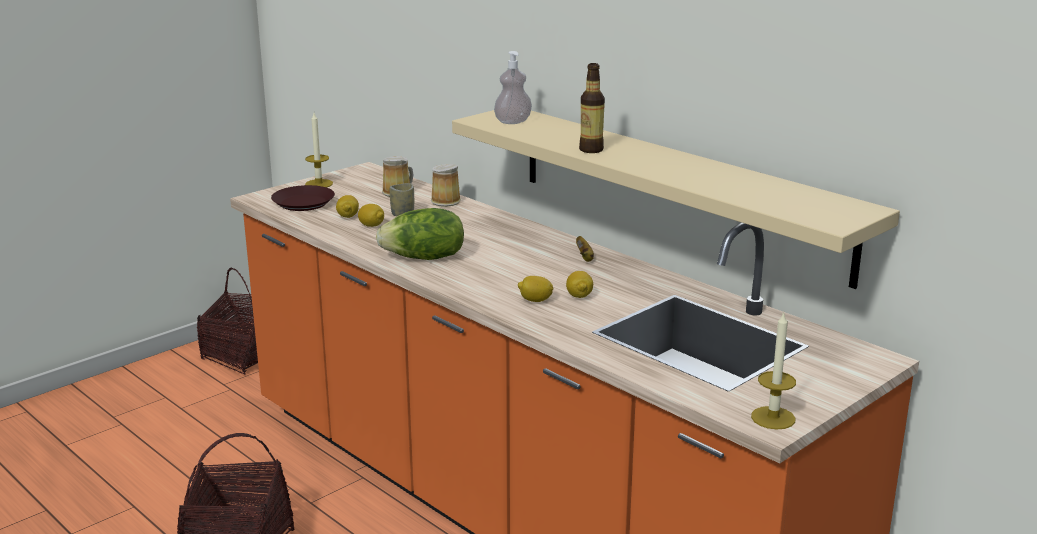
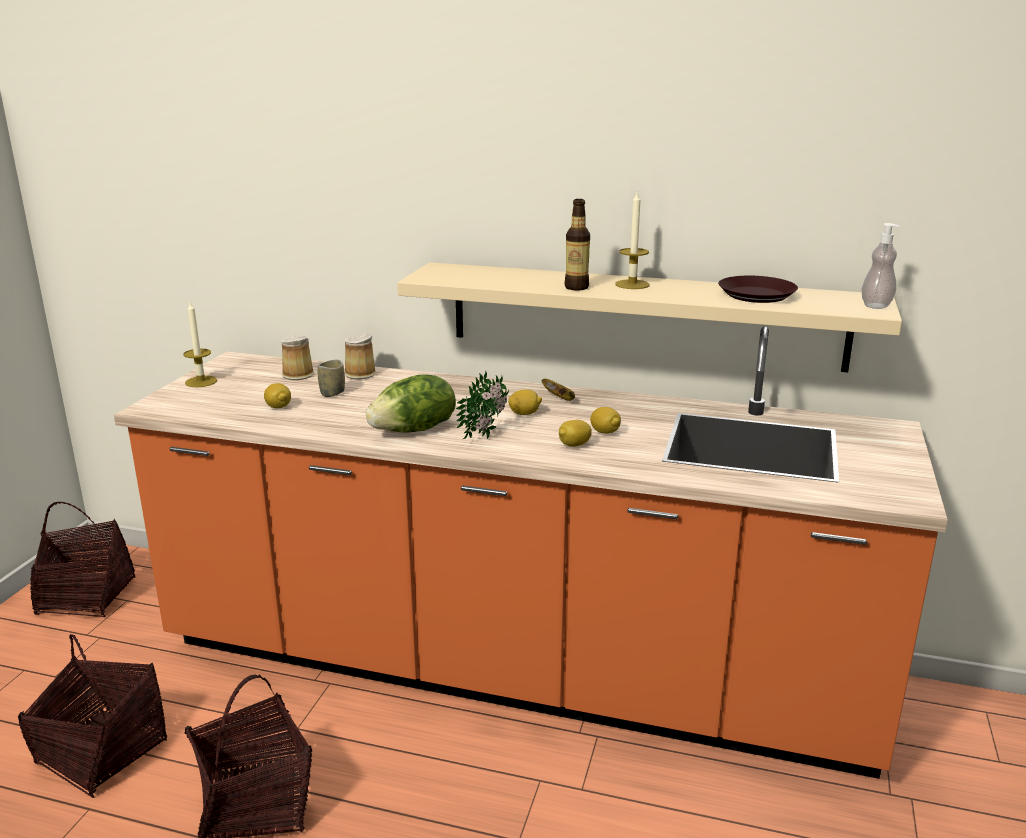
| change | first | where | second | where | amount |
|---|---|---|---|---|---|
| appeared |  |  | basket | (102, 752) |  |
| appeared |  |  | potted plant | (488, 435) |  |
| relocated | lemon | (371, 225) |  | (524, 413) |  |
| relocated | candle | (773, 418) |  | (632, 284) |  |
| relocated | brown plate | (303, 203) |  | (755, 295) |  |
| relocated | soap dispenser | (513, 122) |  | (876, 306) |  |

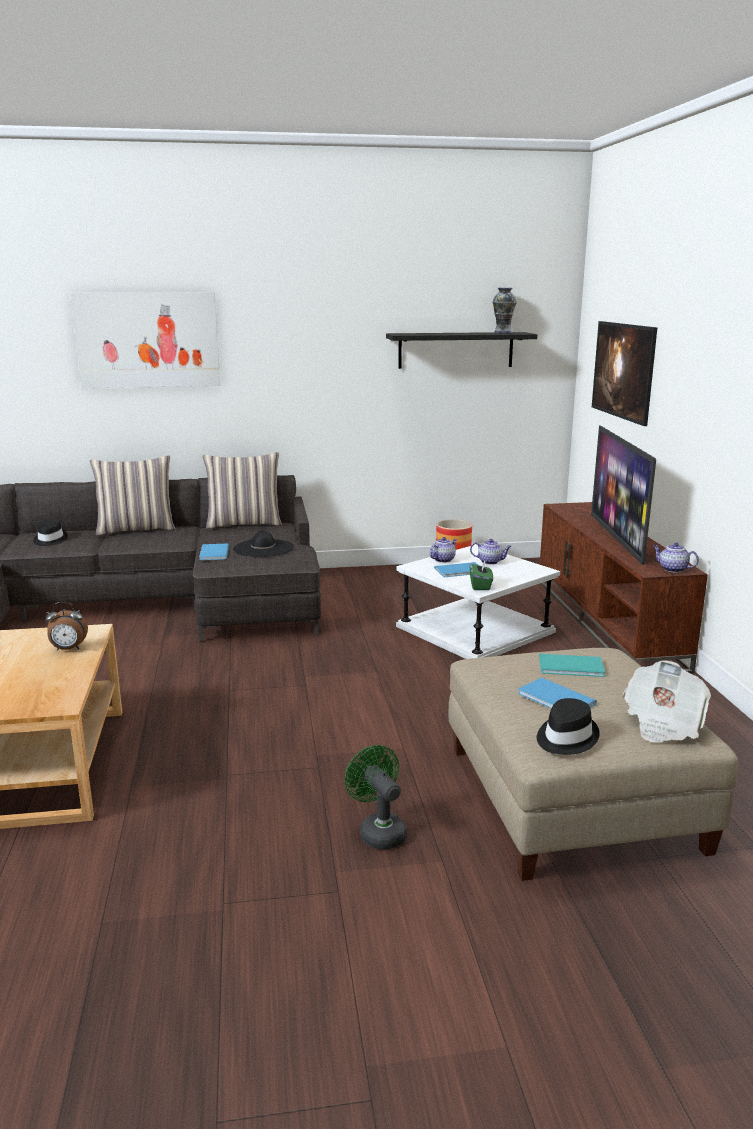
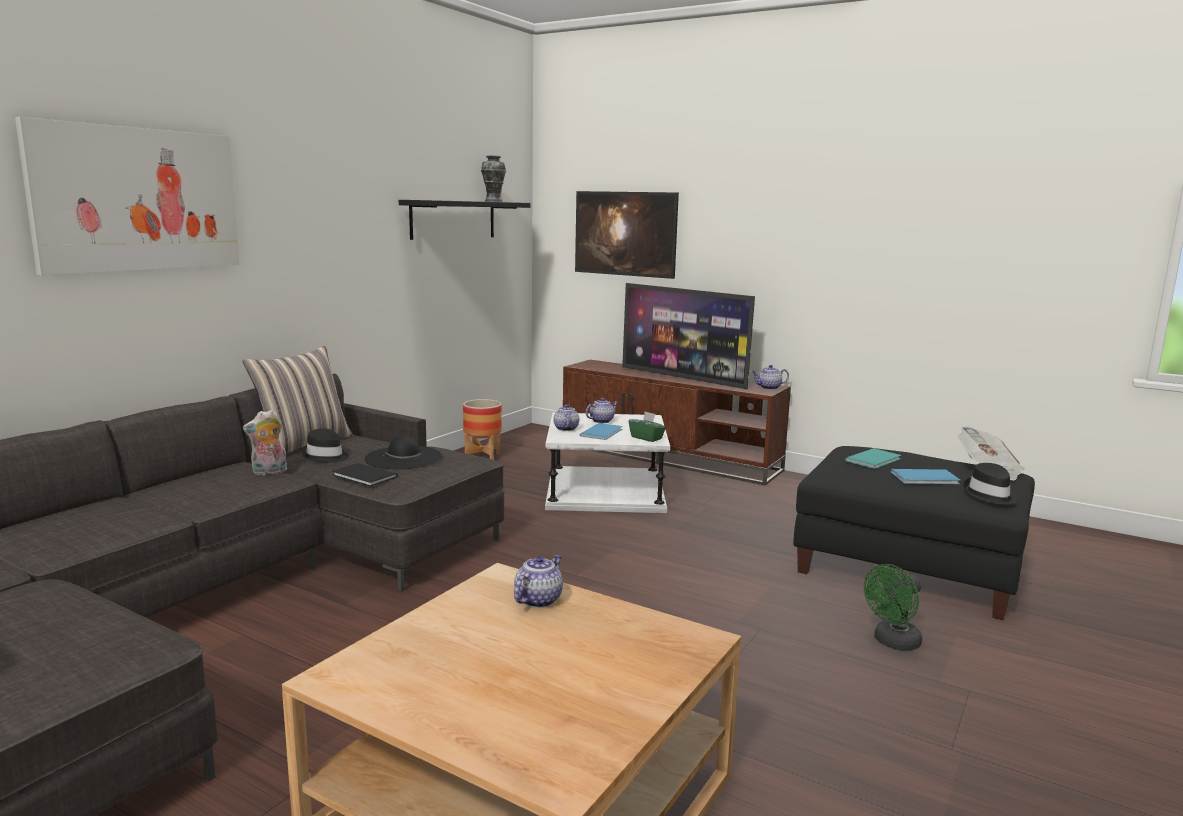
| change | first | where | second | where | amount |
|---|---|---|---|---|---|
| appeared |  |  | plush toy | (269, 473) |  |
| relocated | black hat | (49, 540) |  | (325, 456) |  |
| colour | blue book | (213, 553) | black book | (364, 476) |  |
| exchanged | alarm clock | (68, 649) | teapot | (538, 600) |  |
| colour | beige ottoman | (572, 797) | black ottoman | (909, 565) |  |
| spun | green fan | (378, 831) |  | (892, 642) | 45 degrees counterclockwise |
| missing | pillow | (136, 529) |  |  |  |

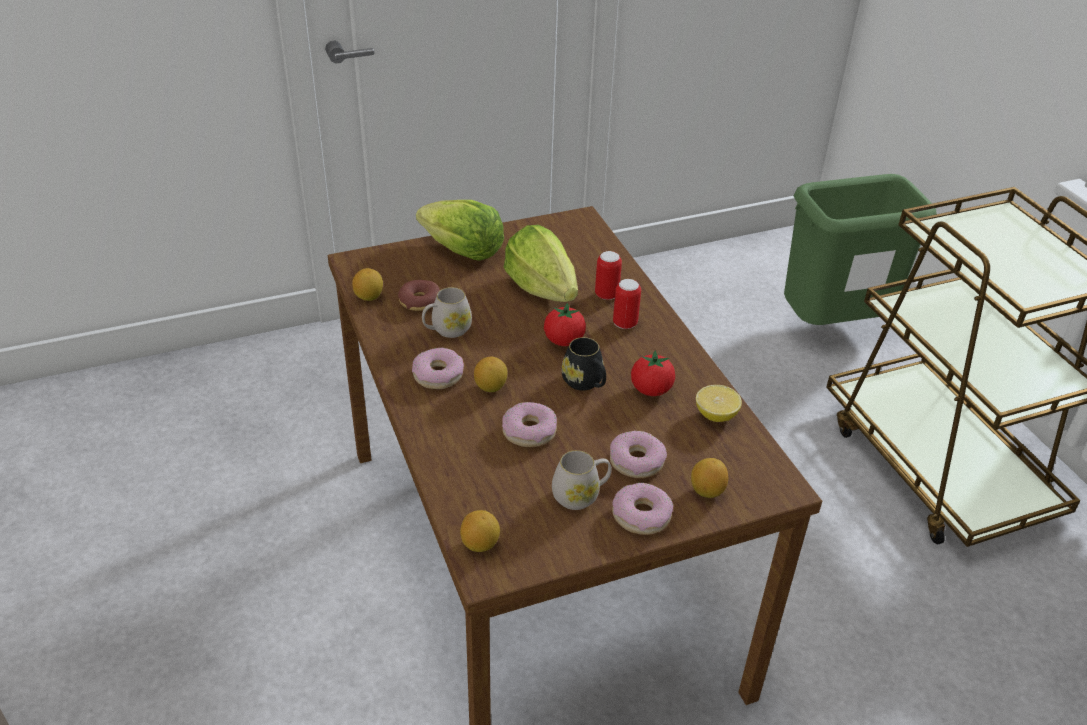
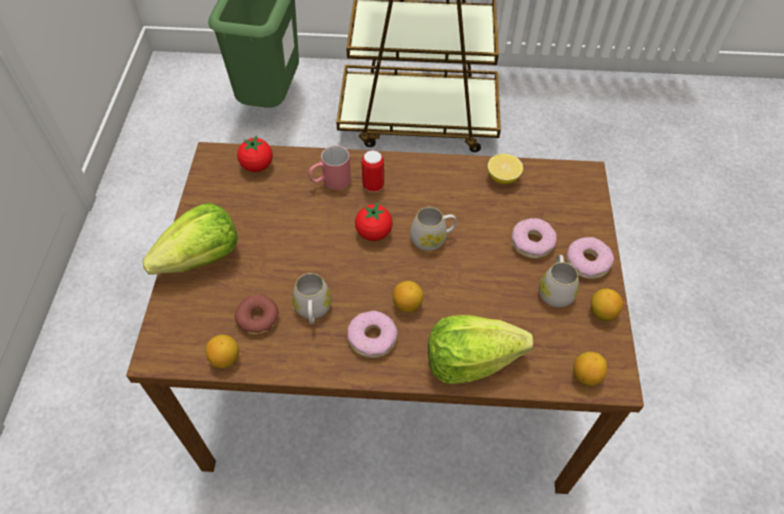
| change | first | where | second | where | amount |
|---|---|---|---|---|---|
| relocated | tomato | (651, 390) |  | (257, 165) |  |
| exchanged | can | (606, 295) | red mug | (330, 182) |  |
| colour | black mug | (585, 383) | white mug | (432, 239) |  |
| relocated | lettuce | (542, 289) |  | (470, 360) |  |
| relocated | lemon | (707, 490) |  | (602, 312) |  |
| missing | donut | (529, 431) |  |  |  |

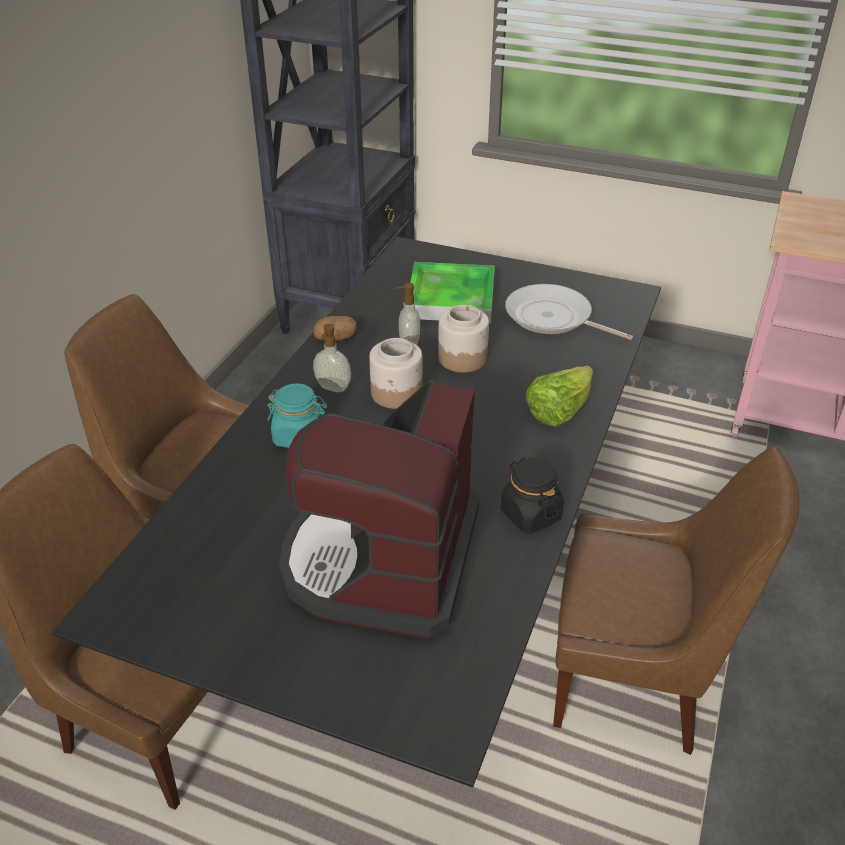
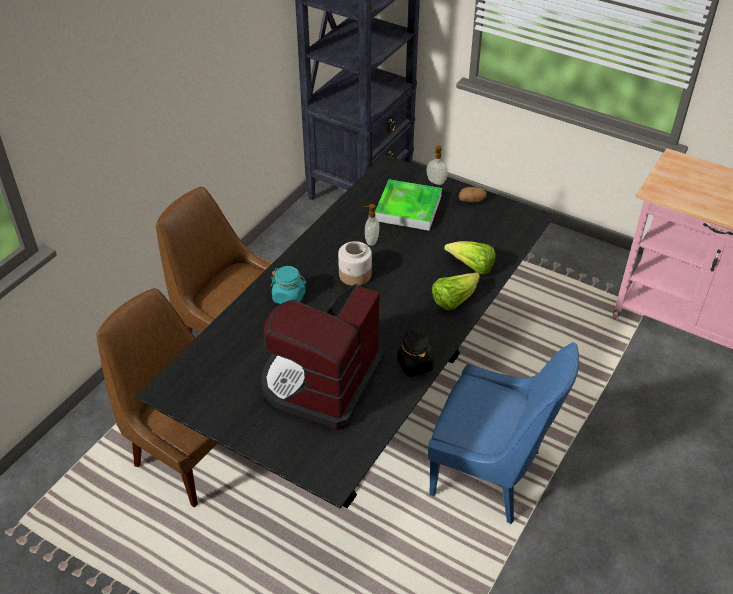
| change | first | where | second | where | amount |
|---|---|---|---|---|---|
| relocated | soap dispenser | (332, 388) |  | (436, 182) |  |
| colour | brown chair | (635, 679) | blue chair | (490, 474) |  |
| appeared |  |  | lettuce | (471, 267) |  |
| relocated | potato | (336, 338) |  | (472, 201) |  |
| missing | jar | (462, 358) |  |  |  |
| missing | frying pan | (552, 318) |  |  |  |

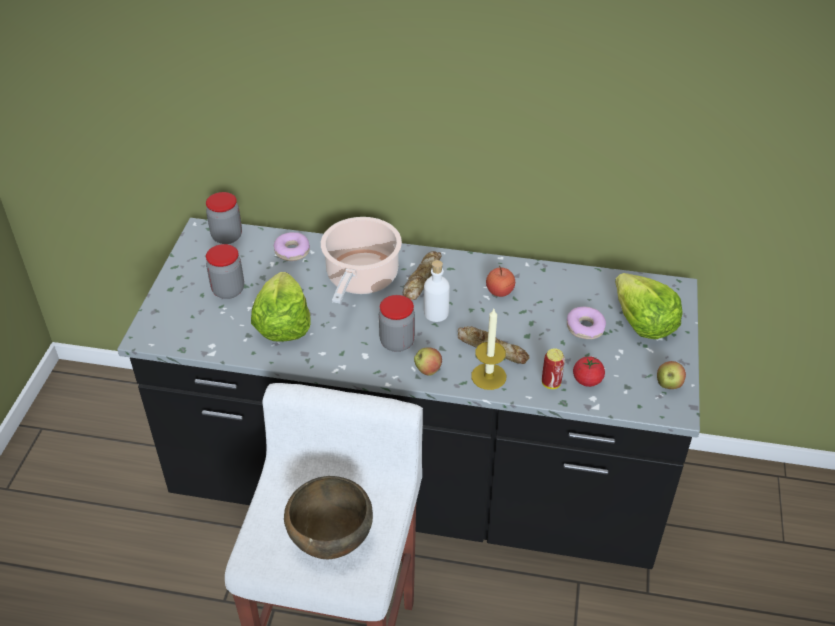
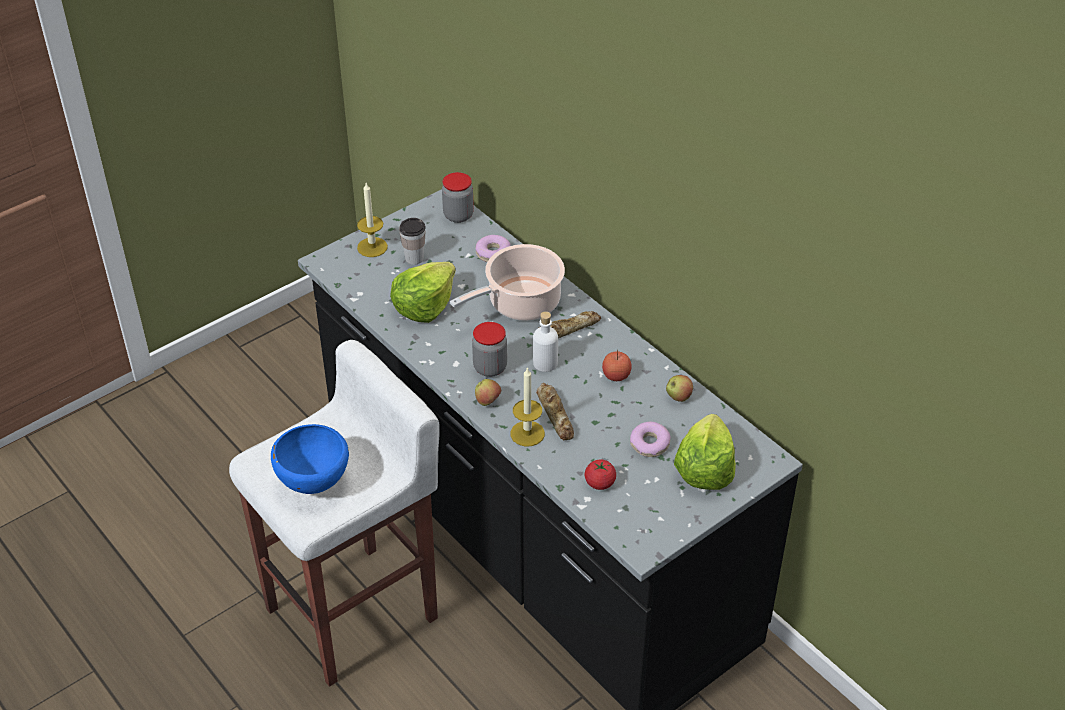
| change | first | where | second | where | amount |
|---|---|---|---|---|---|
| colour | brown bowl | (330, 542) | blue bowl | (313, 484) |  |
| appeared |  |  | candle | (372, 247) |  |
| exchanged | jar | (228, 290) | cup | (414, 258) |  |
| relocated | apple | (668, 385) |  | (678, 397) |  |
| missing | can | (551, 383) |  |  |  |

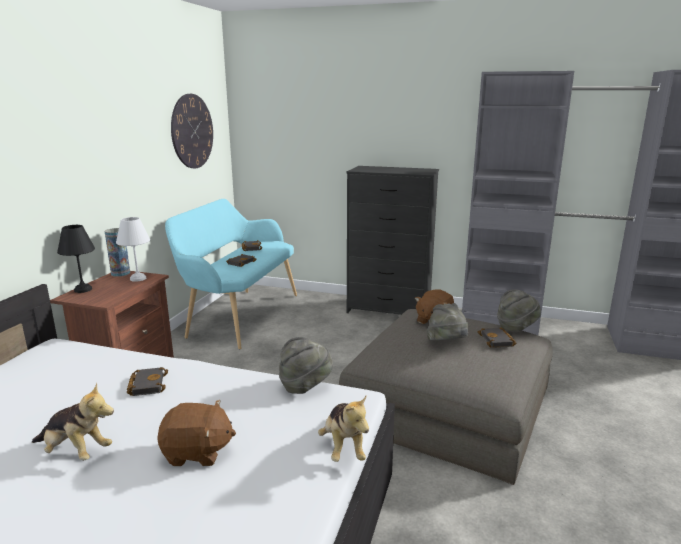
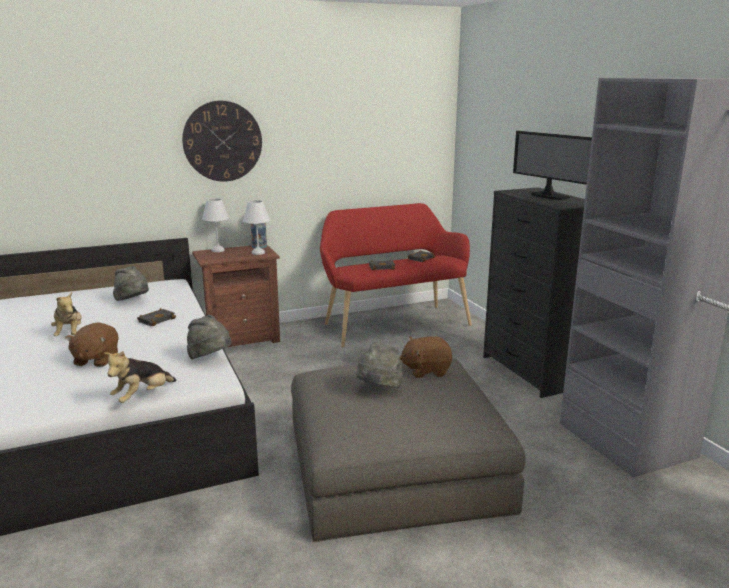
| change | first | where | second | where | amount |
|---|---|---|---|---|---|
| spun | brown plush toy | (197, 452) |  | (96, 360) | 45 degrees clockwise |
| relocated | grey hat | (516, 327) |  | (133, 301) |  |
| relocated | wall clock | (192, 131) |  | (222, 141) |  |
| colour | black table lamp | (82, 290) | white table lamp | (217, 250) |  |
| colour | turquoise bench | (239, 315) | red bench | (393, 323) |  |
| appeared |  |  | monitor | (548, 196) |  |
| missing | black book | (497, 341) |  |  |  |

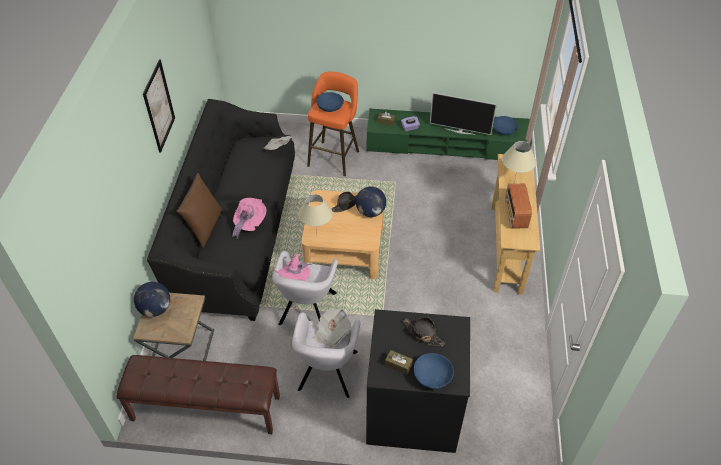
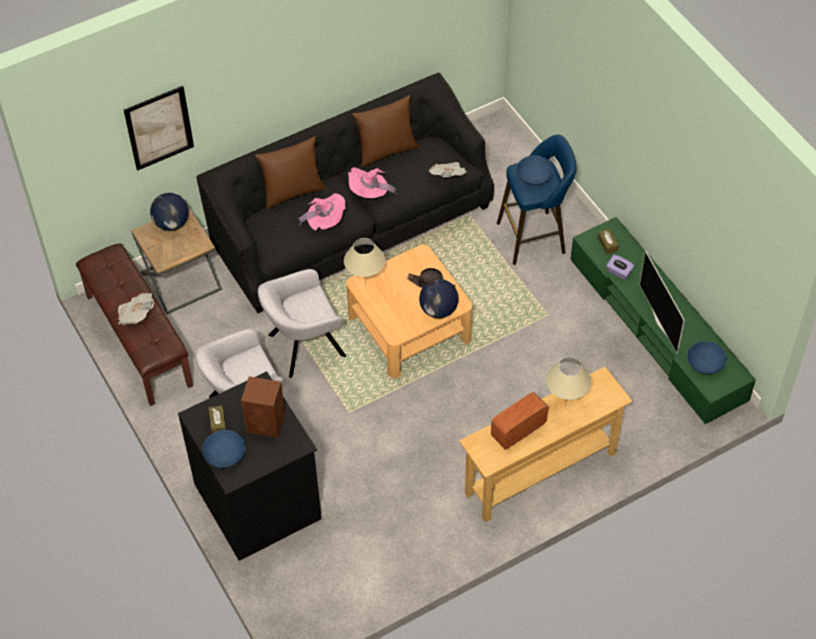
| change | first | where | second | where | amount |
|---|---|---|---|---|---|
| relocated | newspaper | (331, 333) |  | (136, 315) |  |
| relocated | picture | (159, 106) |  | (159, 128) |  |
| exchanged | black hat | (423, 334) | brown speaker | (266, 423) |  |
| relocated | pink hat | (295, 279) |  | (369, 193) |  |
| appeared |  |  | brown pillow | (386, 151) |  |
| colour | orange stool | (334, 156) | blue stool | (535, 237) |  |

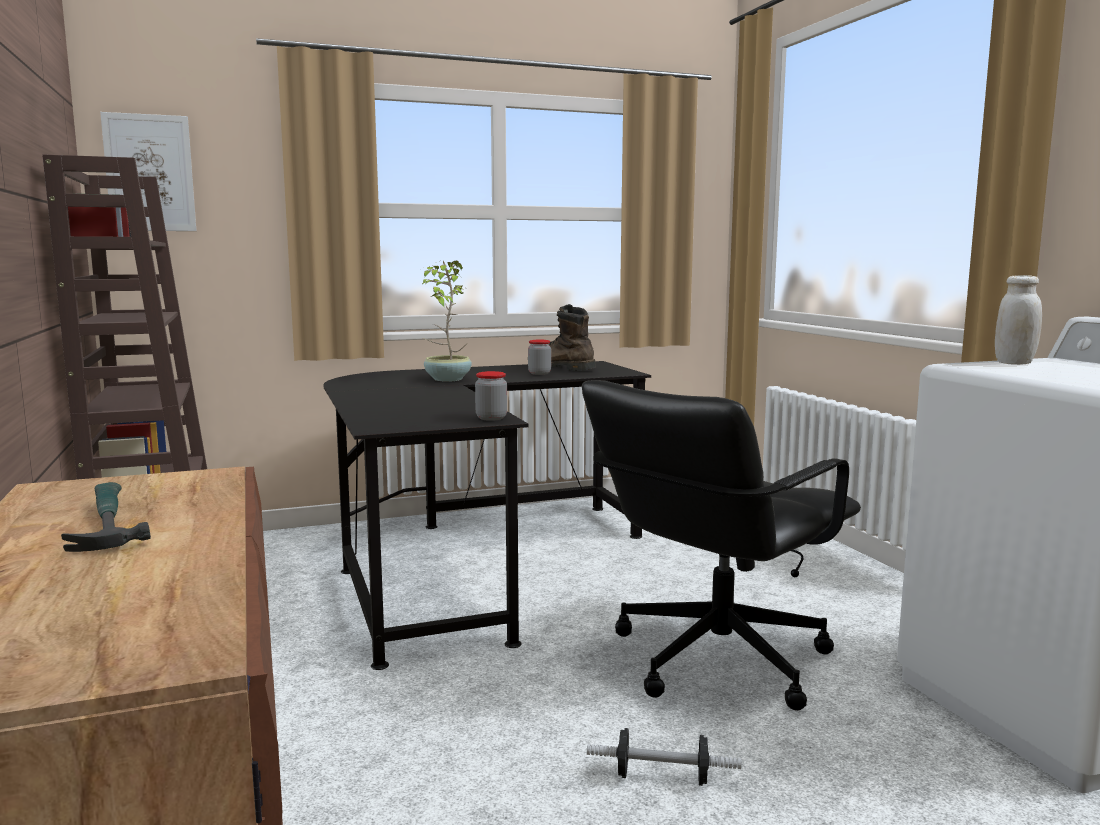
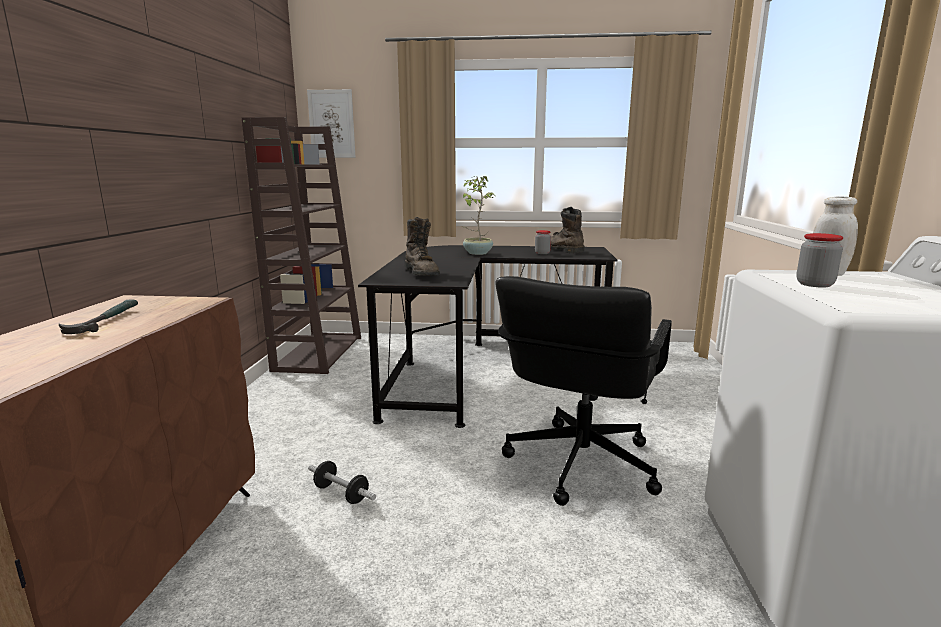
| change | first | where | second | where | amount |
|---|---|---|---|---|---|
| relocated | dumbbell | (662, 777) |  | (341, 494) |  |
| appeared |  |  | brown boot | (422, 273) |  |
| spun | black office chair | (716, 658) |  | (579, 463) | 45 degrees counterclockwise |
| relocated | jar | (491, 418) |  | (814, 284) |  |

